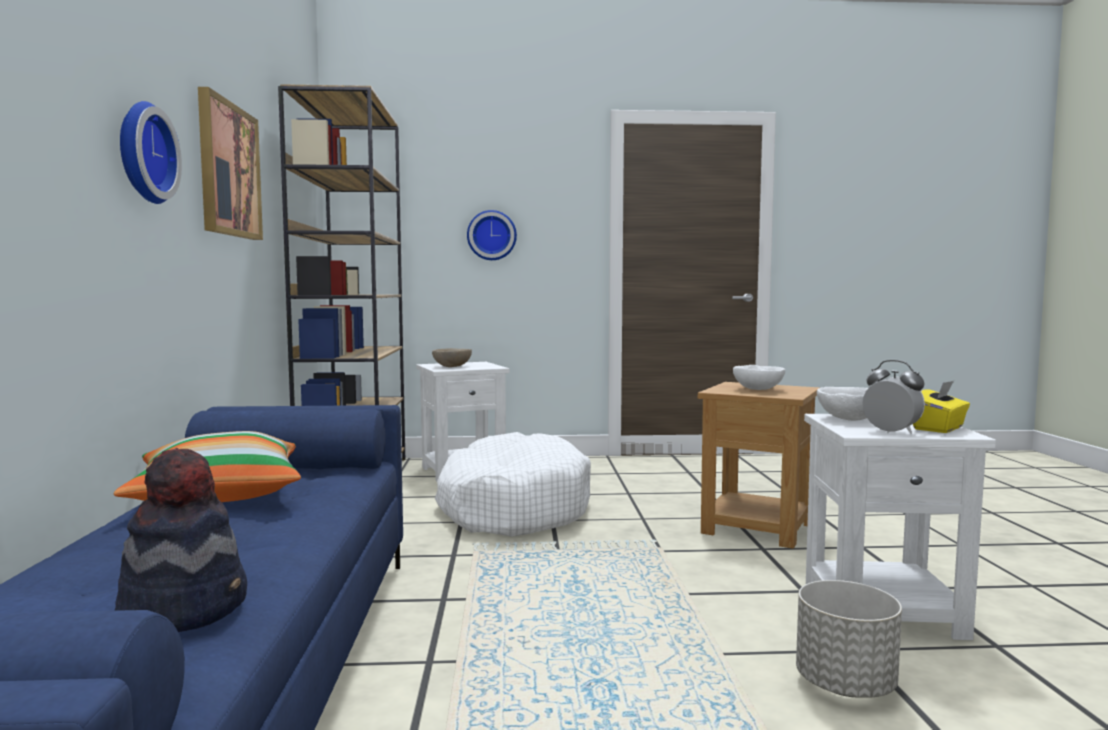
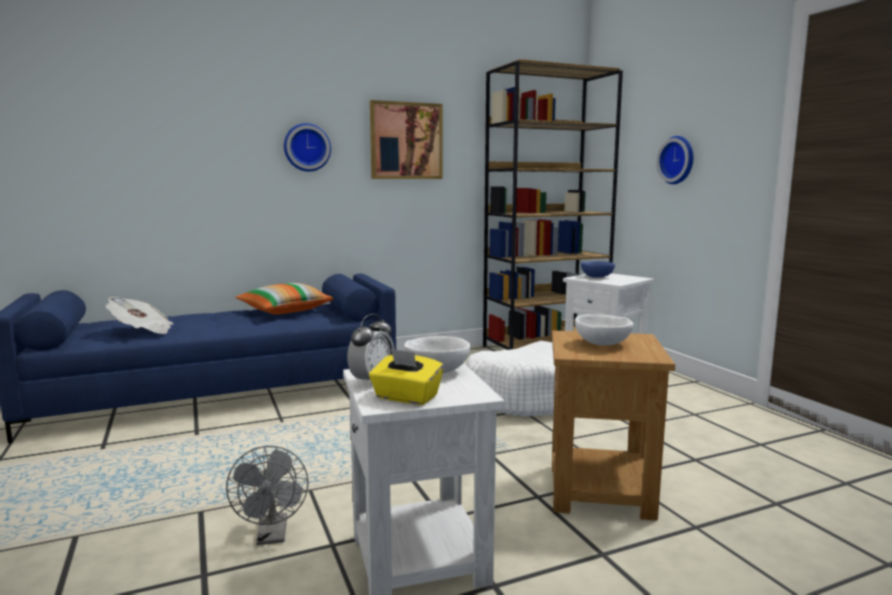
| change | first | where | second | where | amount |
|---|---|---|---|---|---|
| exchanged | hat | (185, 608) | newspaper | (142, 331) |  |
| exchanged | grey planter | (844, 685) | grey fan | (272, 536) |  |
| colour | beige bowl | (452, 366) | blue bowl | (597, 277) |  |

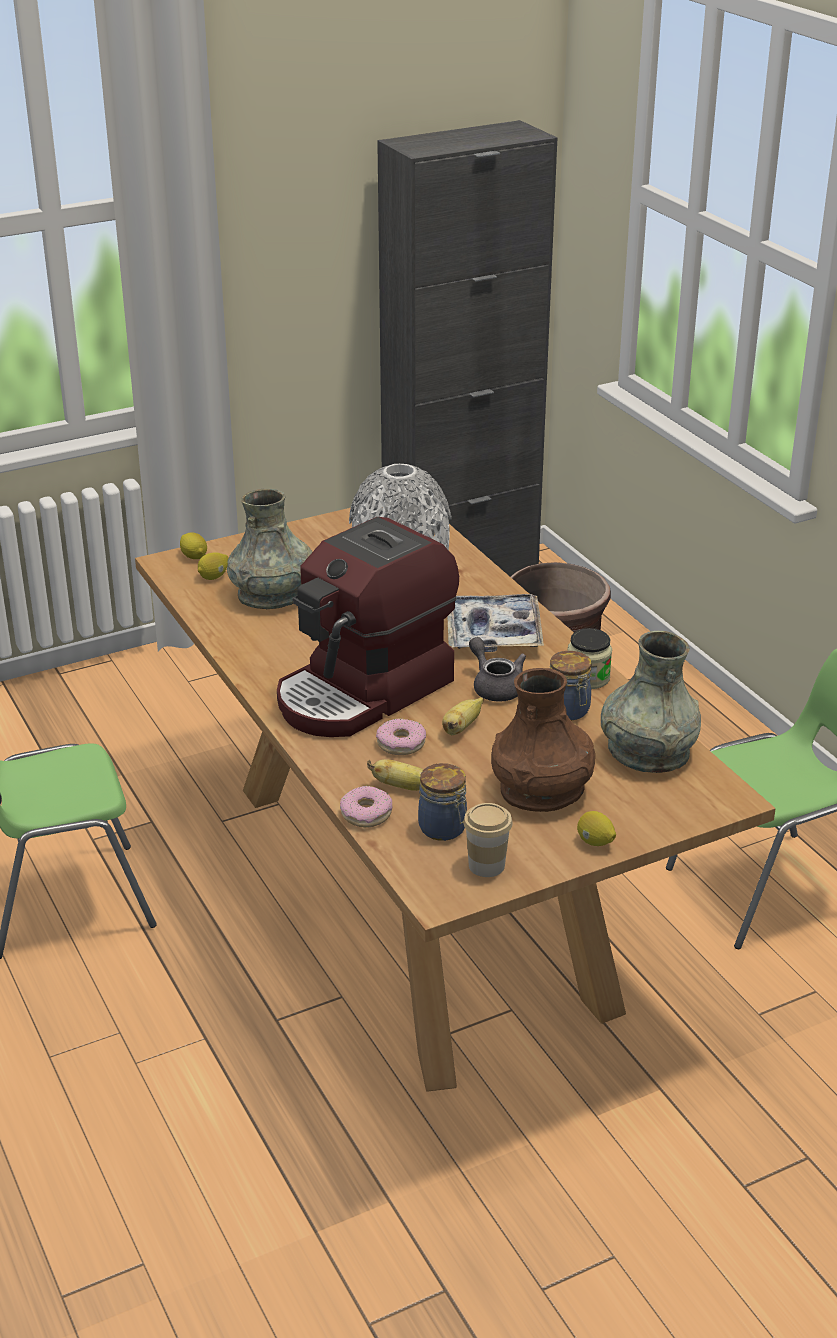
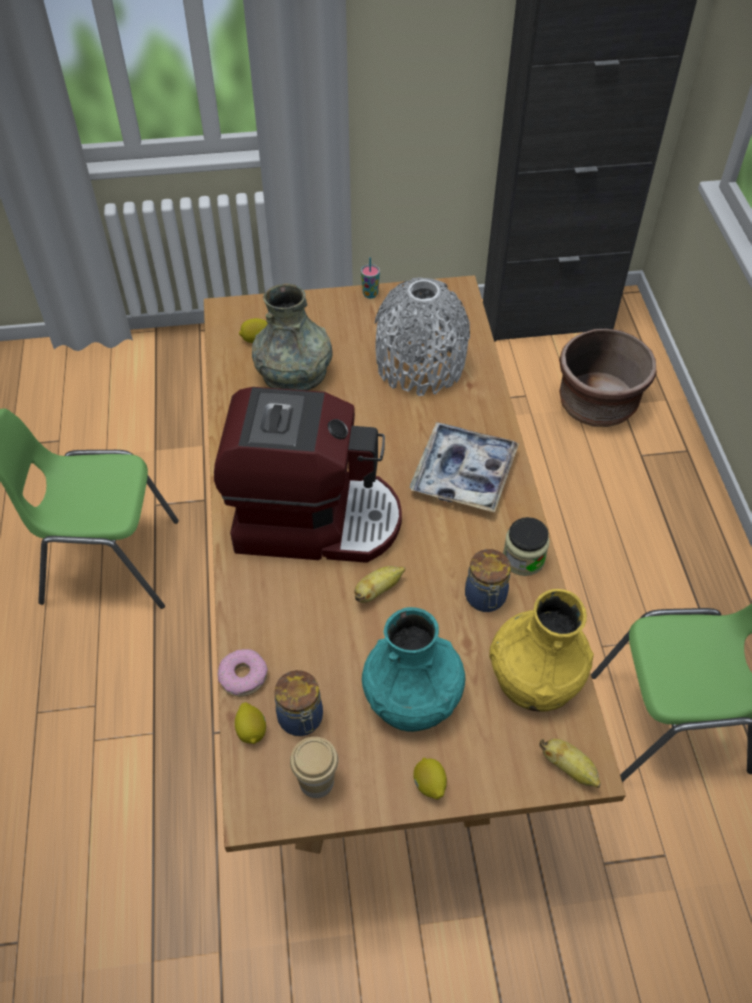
| change | first | where | second | where | amount |
|---|---|---|---|---|---|
| spun | coffee machine | (364, 692) |  | (314, 519) | 150 degrees counterclockwise |
| relocated | lemon | (194, 556) |  | (251, 730) |  |
| appeared |  |  | cup | (370, 294) |  |
| colour | brown vase | (542, 789) | turquoise vase | (413, 696) |  |
| colour | grey vase | (648, 751) | yellow vase | (535, 675) |  |
| relocated | banana | (402, 787) |  | (569, 768) |  |
| missing | donut | (401, 743) |  |  |  |
| missing | grey teapot | (495, 686) |  |  |  |

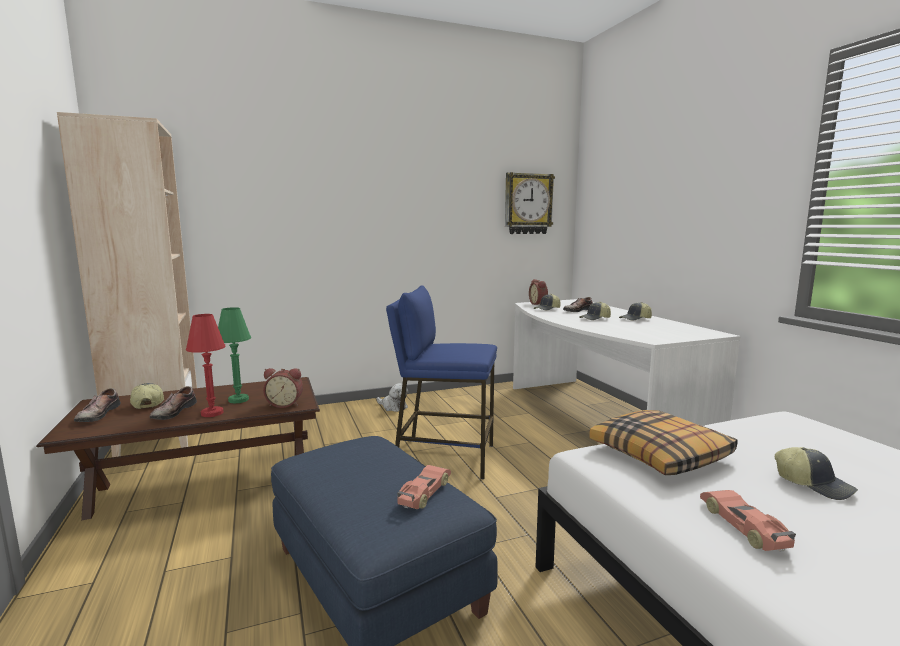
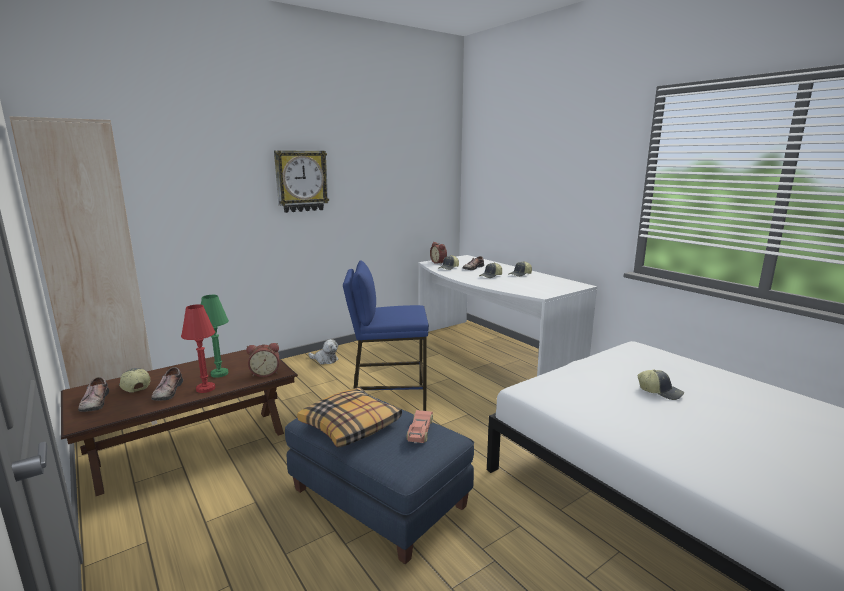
| change | first | where | second | where | amount |
|---|---|---|---|---|---|
| relocated | wall clock | (528, 204) |  | (301, 181) |  |
| relocated | pillow | (660, 455) |  | (350, 426) |  |
| missing | toy car | (743, 526) |  |  |  |

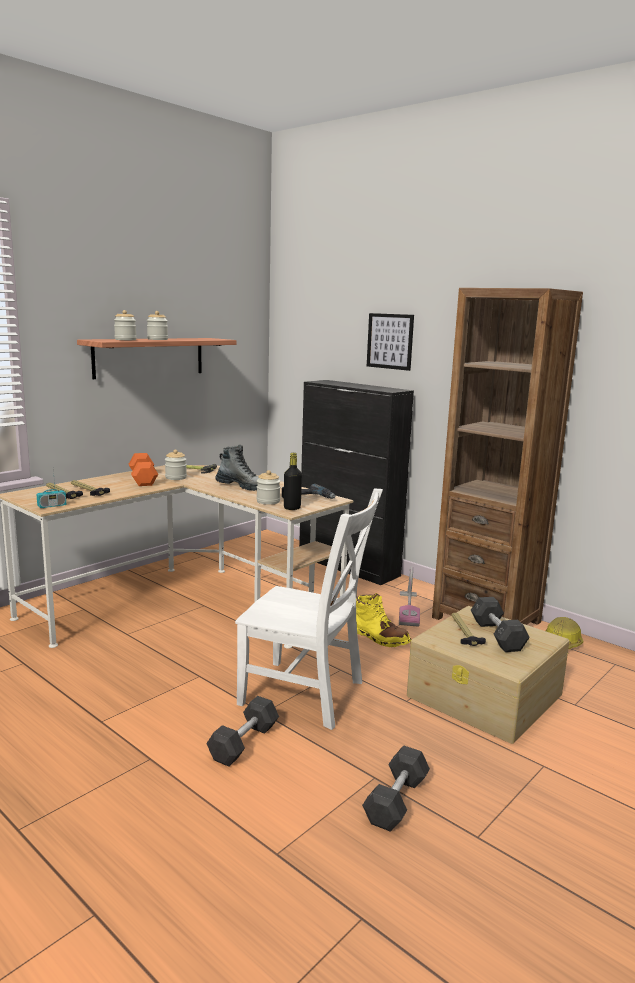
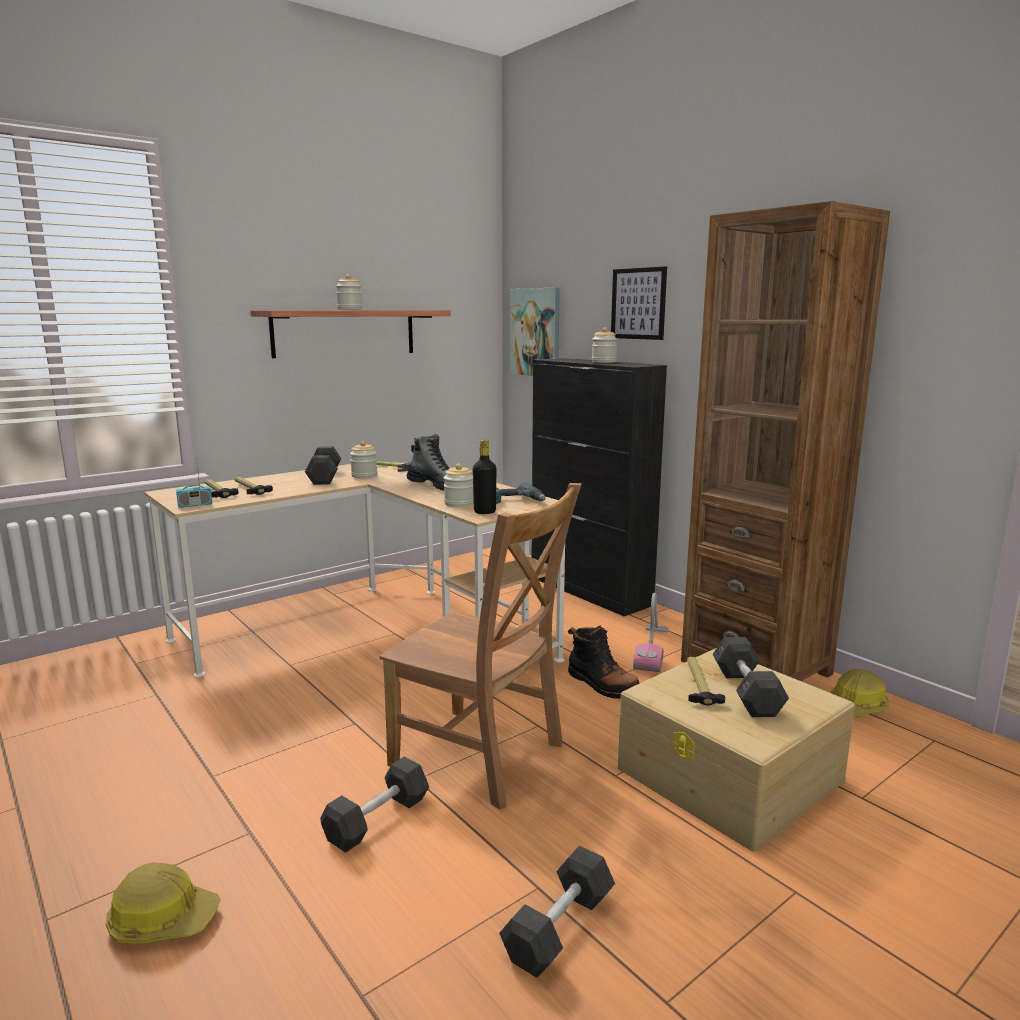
| change | first | where | second | where | amount |
|---|---|---|---|---|---|
| appeared |  |  | hard hat | (163, 920) |  |
| colour | orange dumbbell | (143, 479) | grey dumbbell | (324, 477) |  |
| colour | white chair | (306, 694) | brown chair | (483, 757) |  |
| appeared |  |  | picture | (536, 332) |  |
| colour | yellow boot | (379, 637) | black boot | (602, 684) |  |
| relocated | jar | (125, 340) |  | (603, 362) |  |

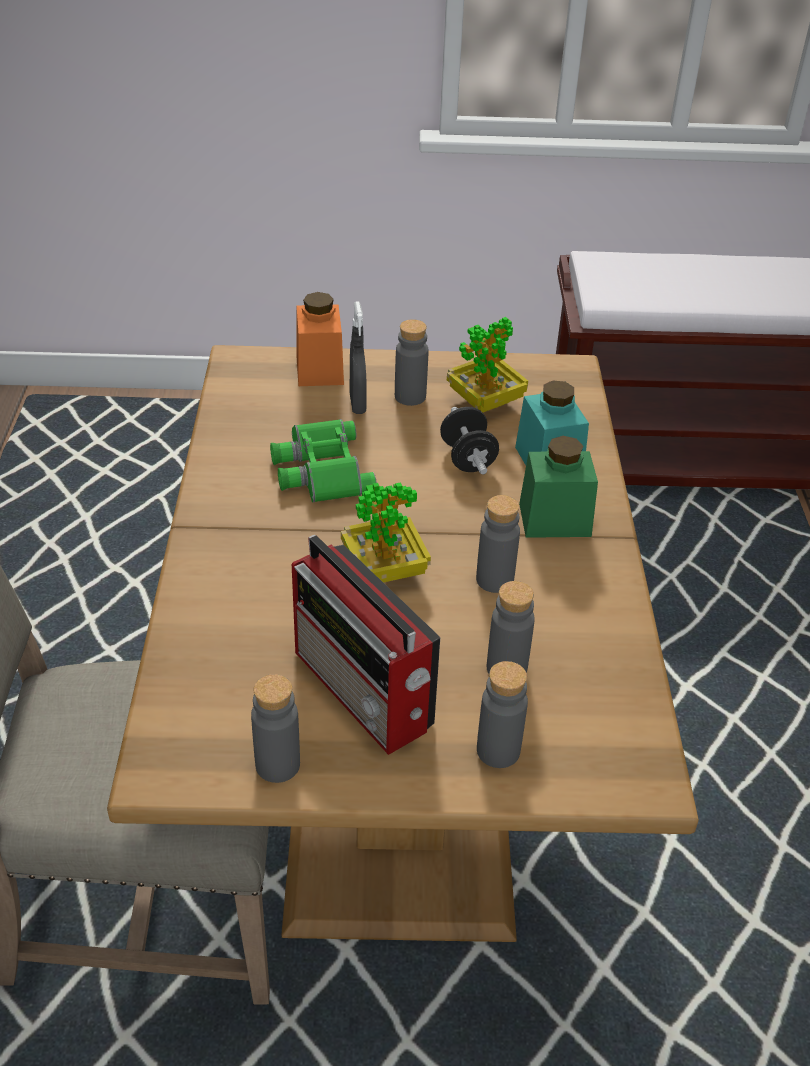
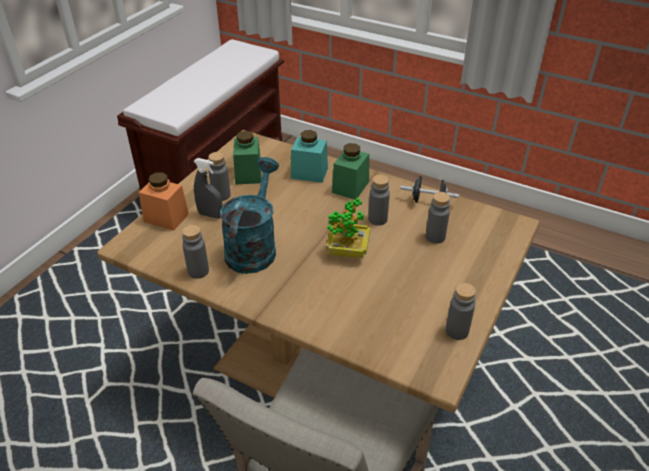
| change | first | where | second | where | amount |
|---|---|---|---|---|---|
| relocated | grey bottle | (498, 751) |  | (198, 271) |  |
| exchanged | green binoculars | (319, 469) | turquoise watering can | (253, 246) |  |
| exchanged | potted plant | (485, 402) | green jar | (248, 174) |  |
| relocated | black dumbbell | (467, 458) |  | (428, 202) |  |
| missing | radio | (364, 693) |  |  |  |

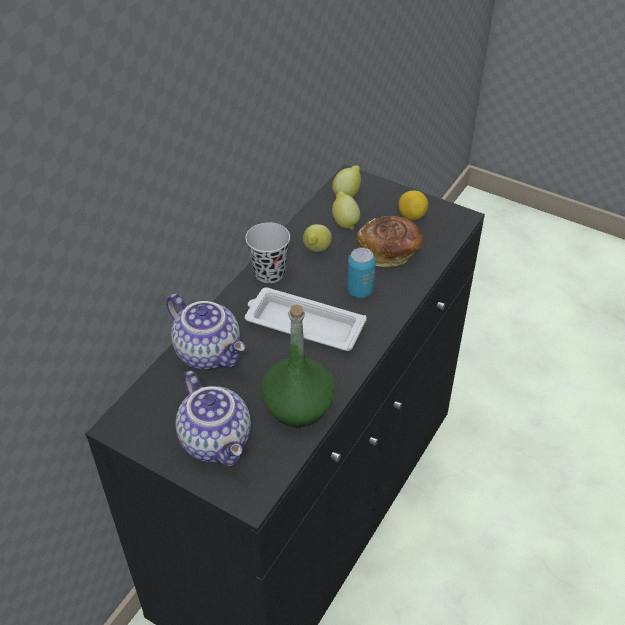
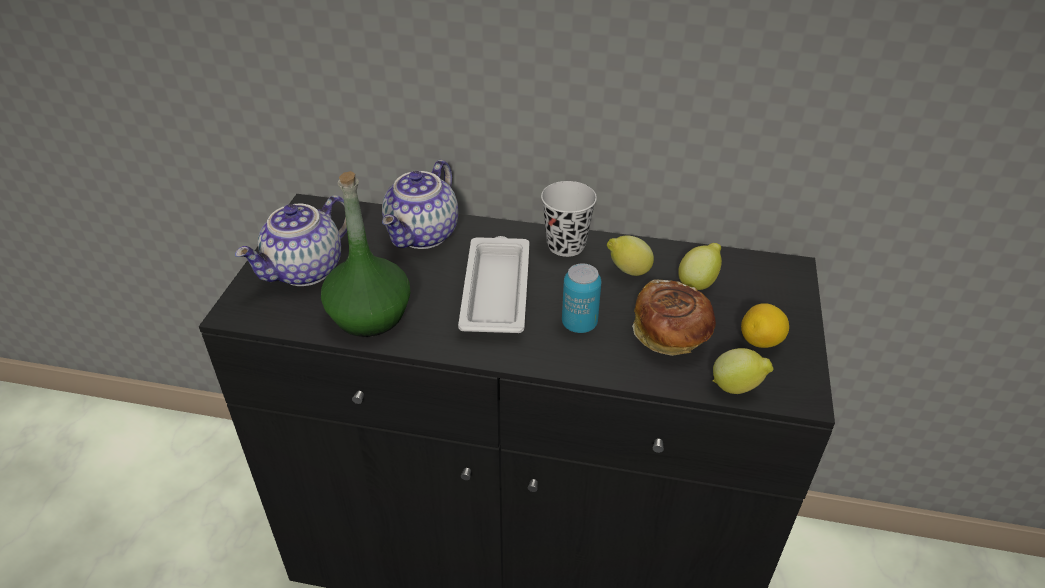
| change | first | where | second | where | amount |
|---|---|---|---|---|---|
| relocated | lemon | (347, 194) |  | (737, 388) |  |

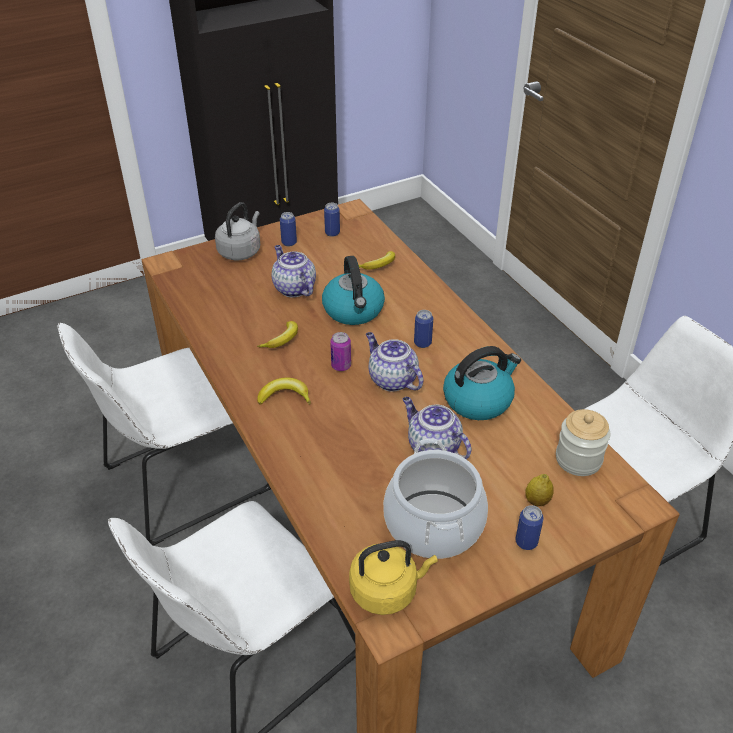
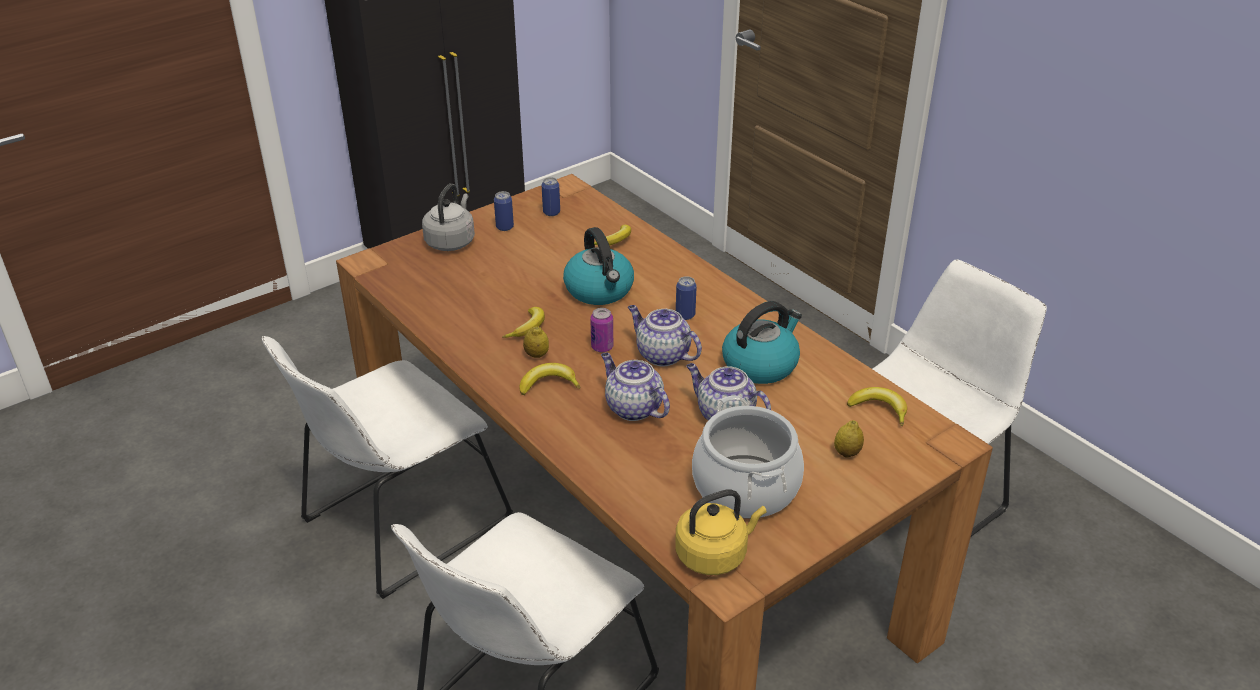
| change | first | where | second | where | amount |
|---|---|---|---|---|---|
| appeared |  |  | lemon | (536, 355) |  |
| relocated | teapot | (293, 288) |  | (632, 408) |  |
| exchanged | jar | (578, 459) | banana | (879, 409) |  |
| missing | can | (526, 542) |  |  |  |

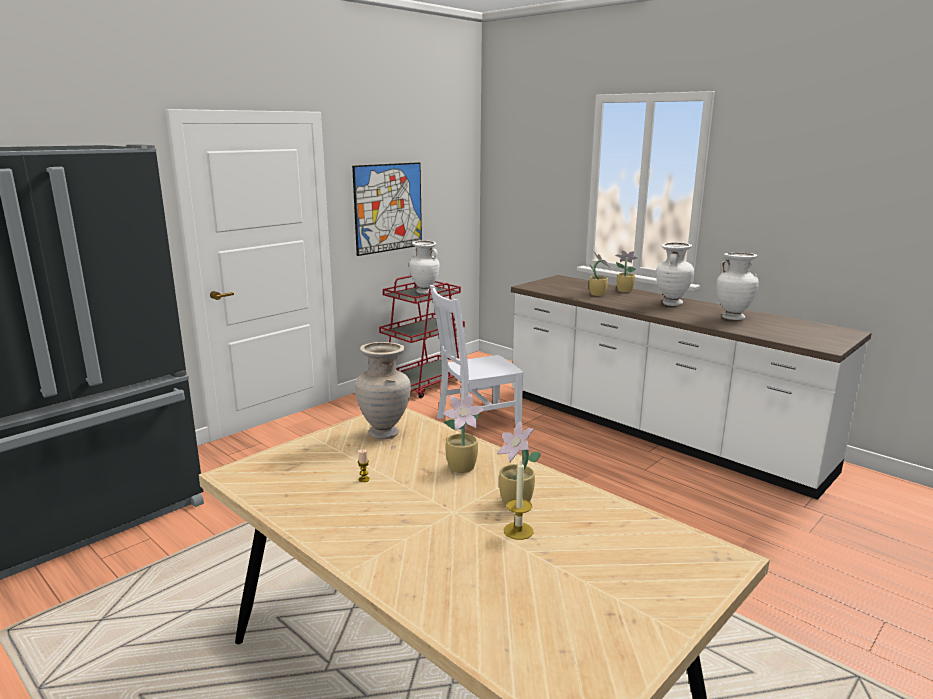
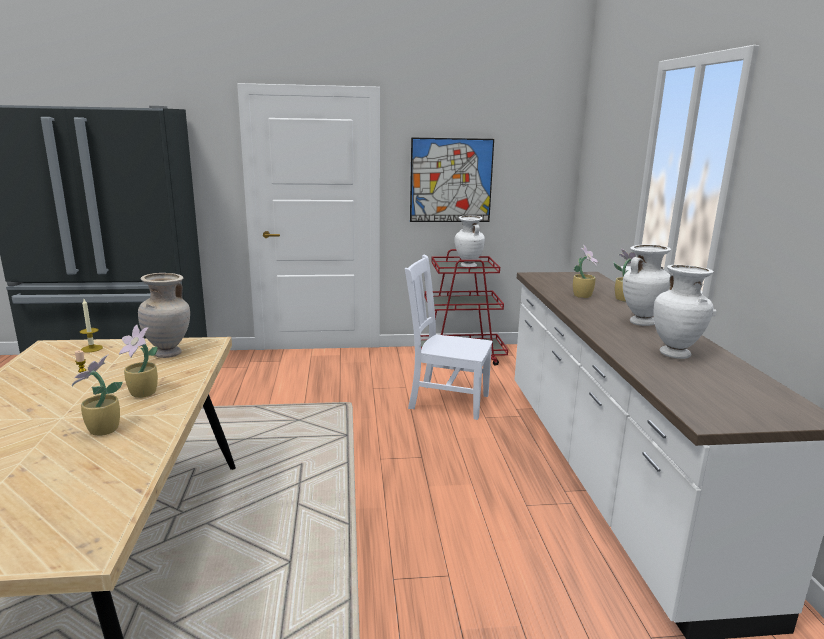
| change | first | where | second | where | amount |
|---|---|---|---|---|---|
| relocated | candle | (518, 531) |  | (92, 348) |  |

